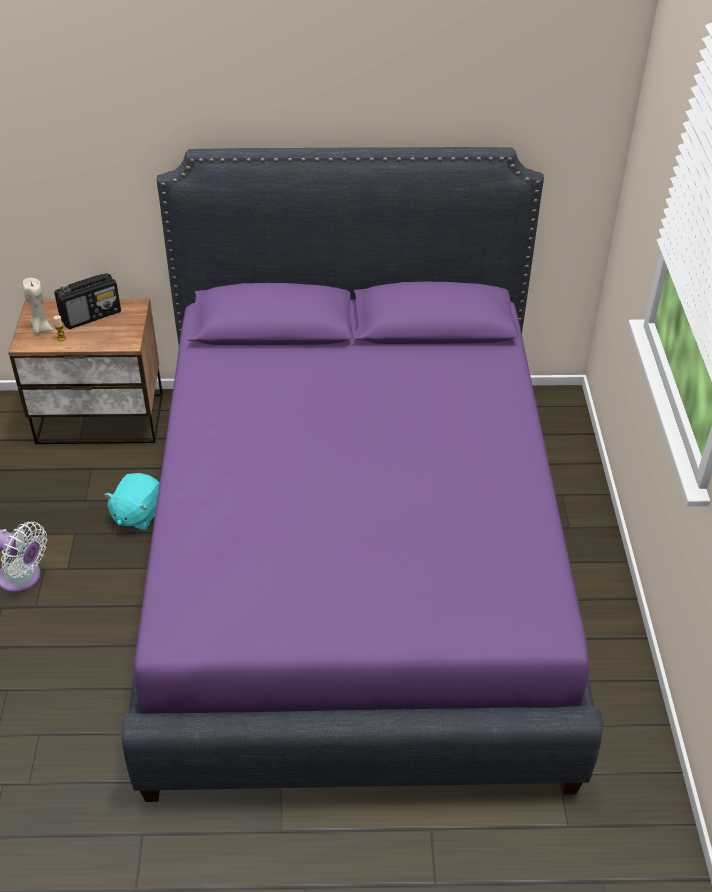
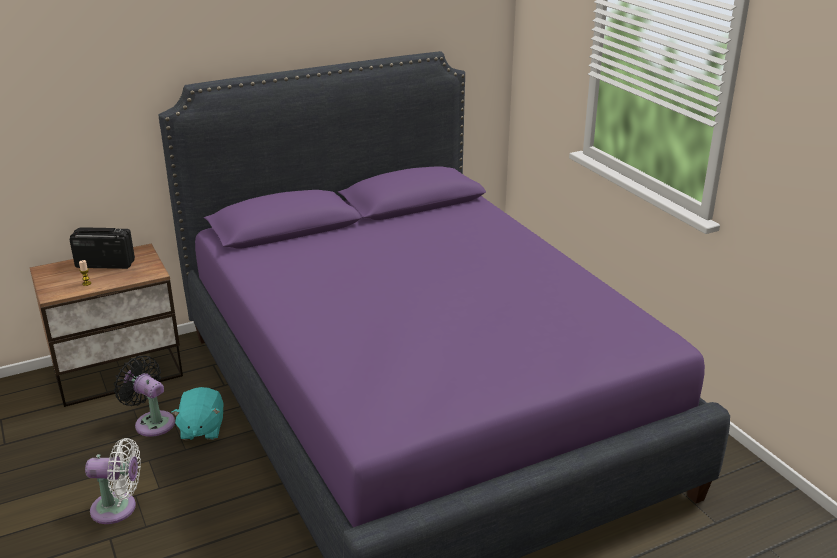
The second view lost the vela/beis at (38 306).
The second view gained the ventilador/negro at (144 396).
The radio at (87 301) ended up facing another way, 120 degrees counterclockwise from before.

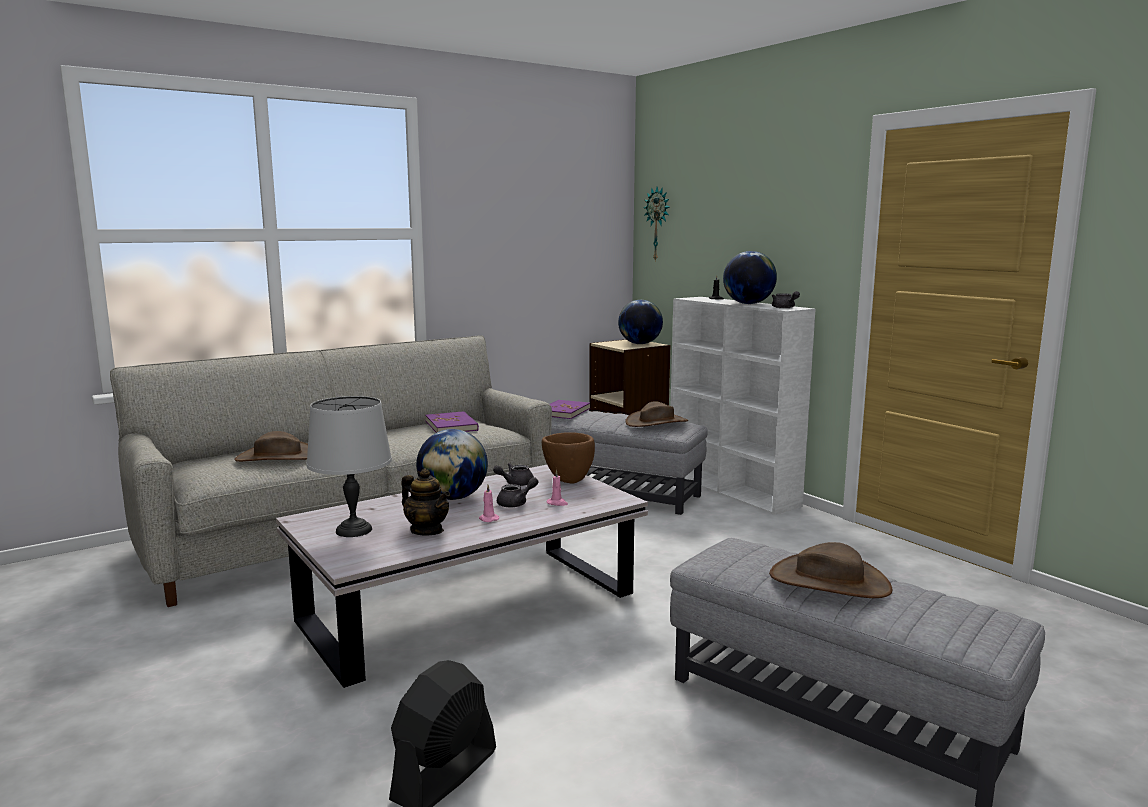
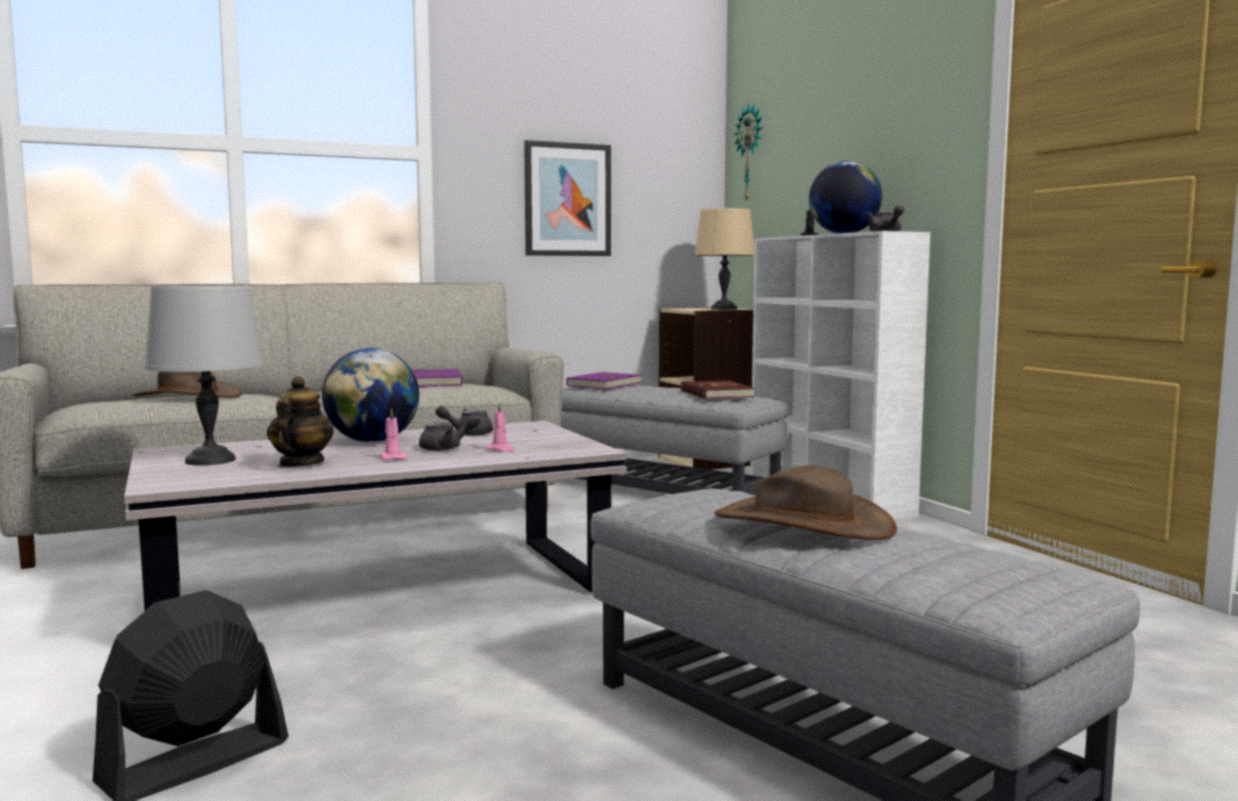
The second view lost the cuenco/marrón at (568 458).
The second view gained the cuadro at (567 198).
Where the globo terráqueo stood at (640 322), the lámpara de mesa/beis came to stand at (724 258).
Where the sombrero/marrón stood at (656 414), the libro/rojo came to stand at (717 389).
The tetera at (425 502) ended up facing another way, 135 degrees counterclockwise from before.

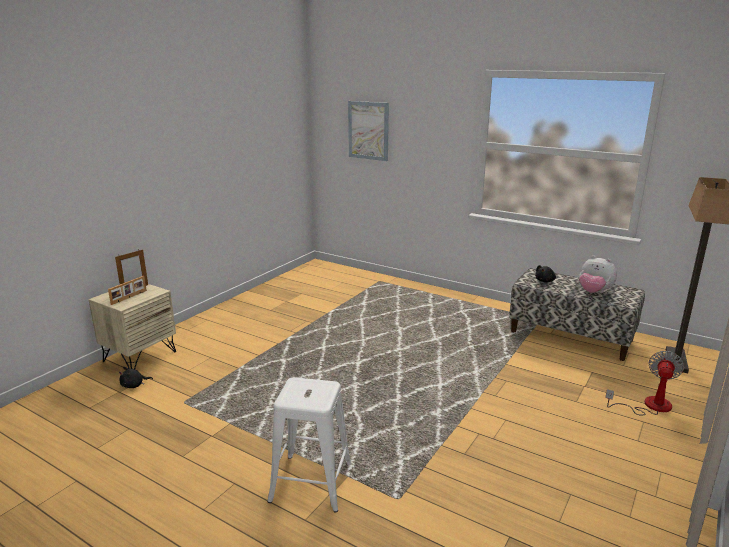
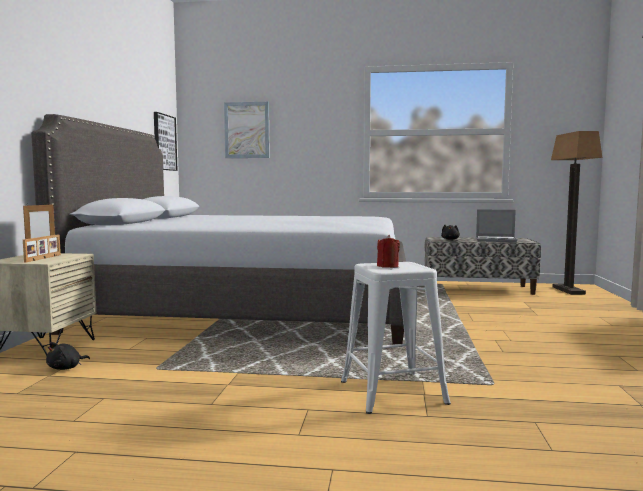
The second view lost the ventilador at (644 383).
The second view gained the cama/gris at (218 229).
The second view gained the cuadro at (166 141).
The second view gained the vela/rojo at (388 251).
Where the peluche stood at (598 274), the portátil came to stand at (496 225).

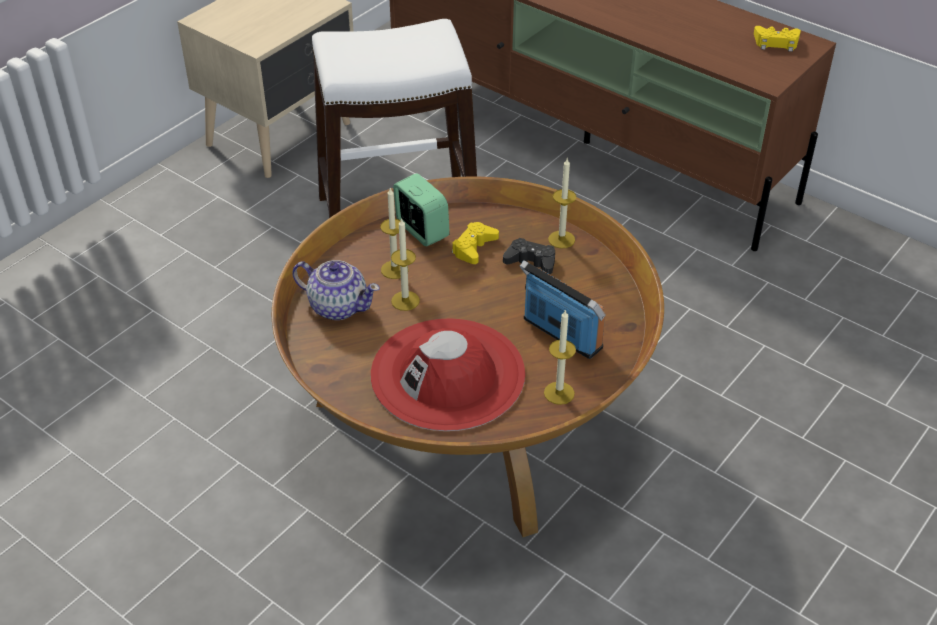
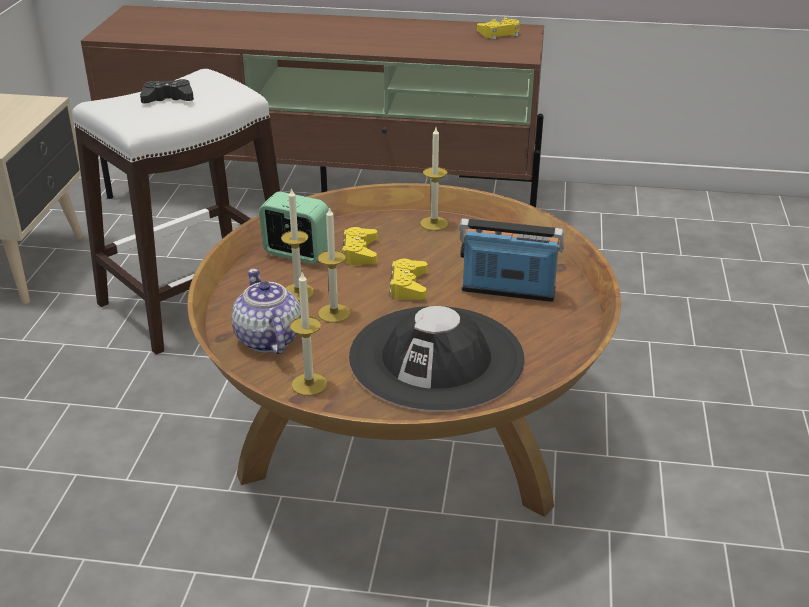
The second view gained the mando de consola/amarillo at (408 279).
The mando de consola/negro ended up elsewhere, having gone from (529 256) to (167 91).
The vela ended up elsewhere, having gone from (560 357) to (308 334).
What was the sombrero/rojo at (448 374) turned into the sombrero/negro at (437 359).
The tetera at (336 290) ended up facing another way, 105 degrees counterclockwise from before.

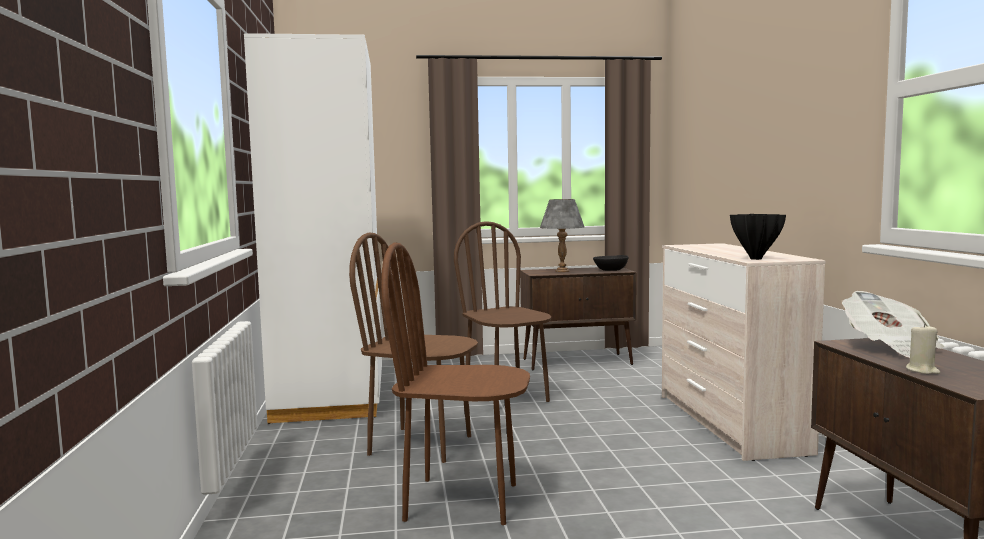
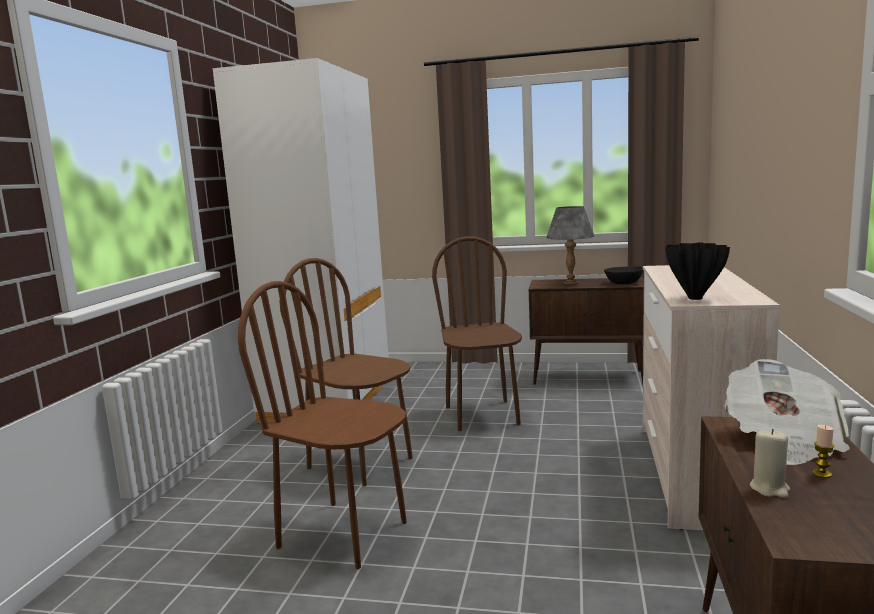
The second view gained the vela at (823 451).

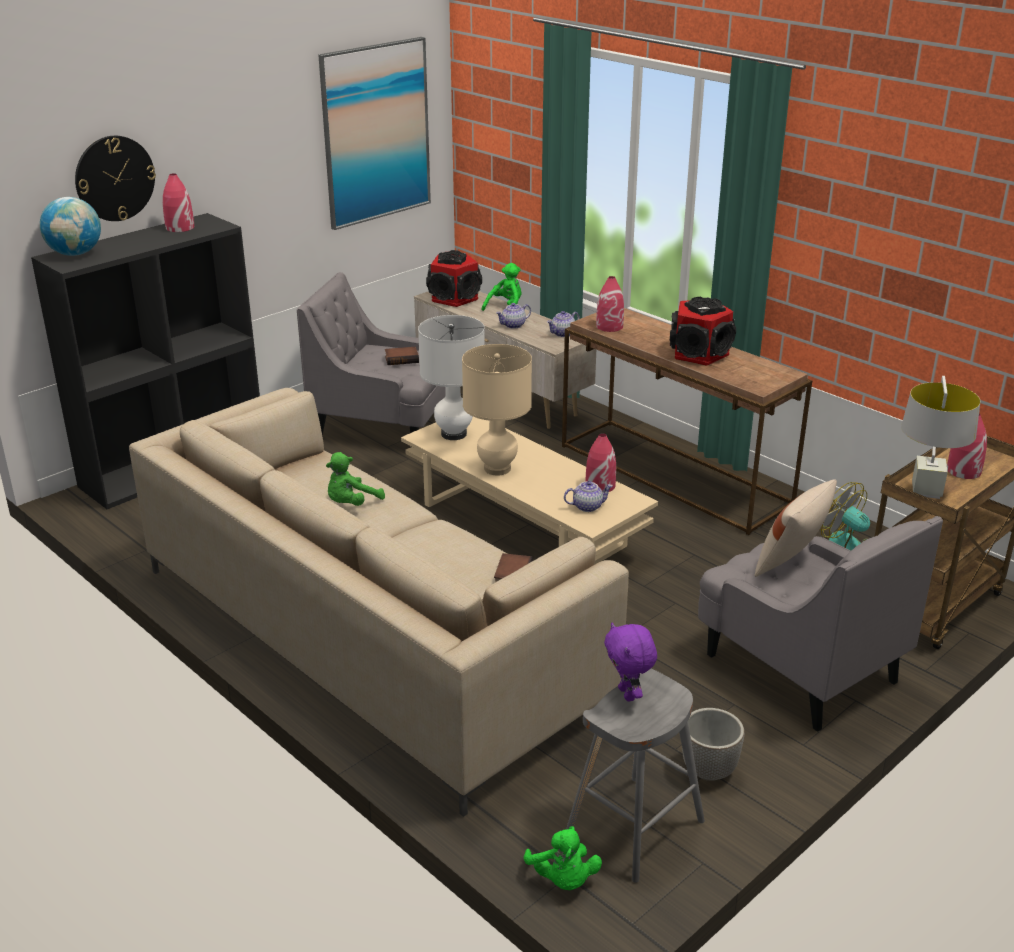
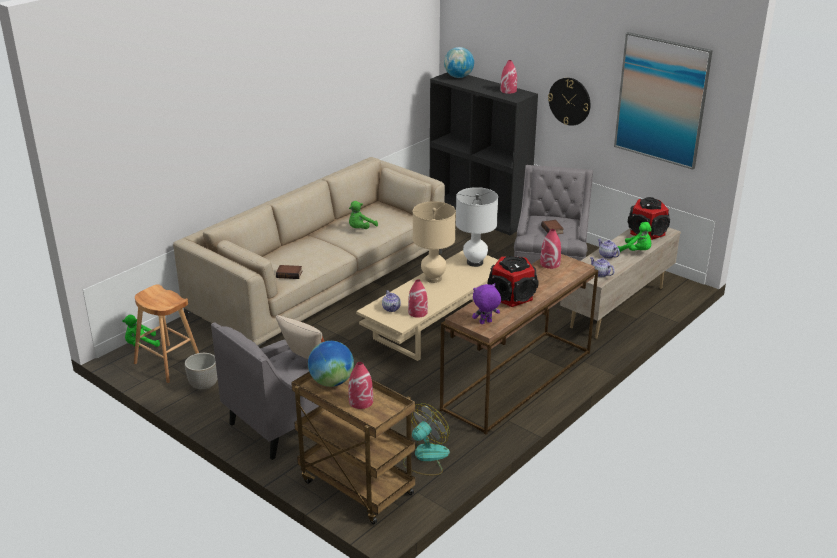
The reloj de pared ended up elsewhere, having gone from (115 178) to (569 102).
The peluche/morado ended up elsewhere, having gone from (630 662) to (486 303).
Where the lámpara de mesa/gris stood at (941 437), the globo terráqueo came to stand at (331 364).
What was the taburete/gris at (635 776) turned into the taburete/marrón at (166 333).
The peluche/verde at (355 479) ended up facing another way, 90 degrees counterclockwise from before.

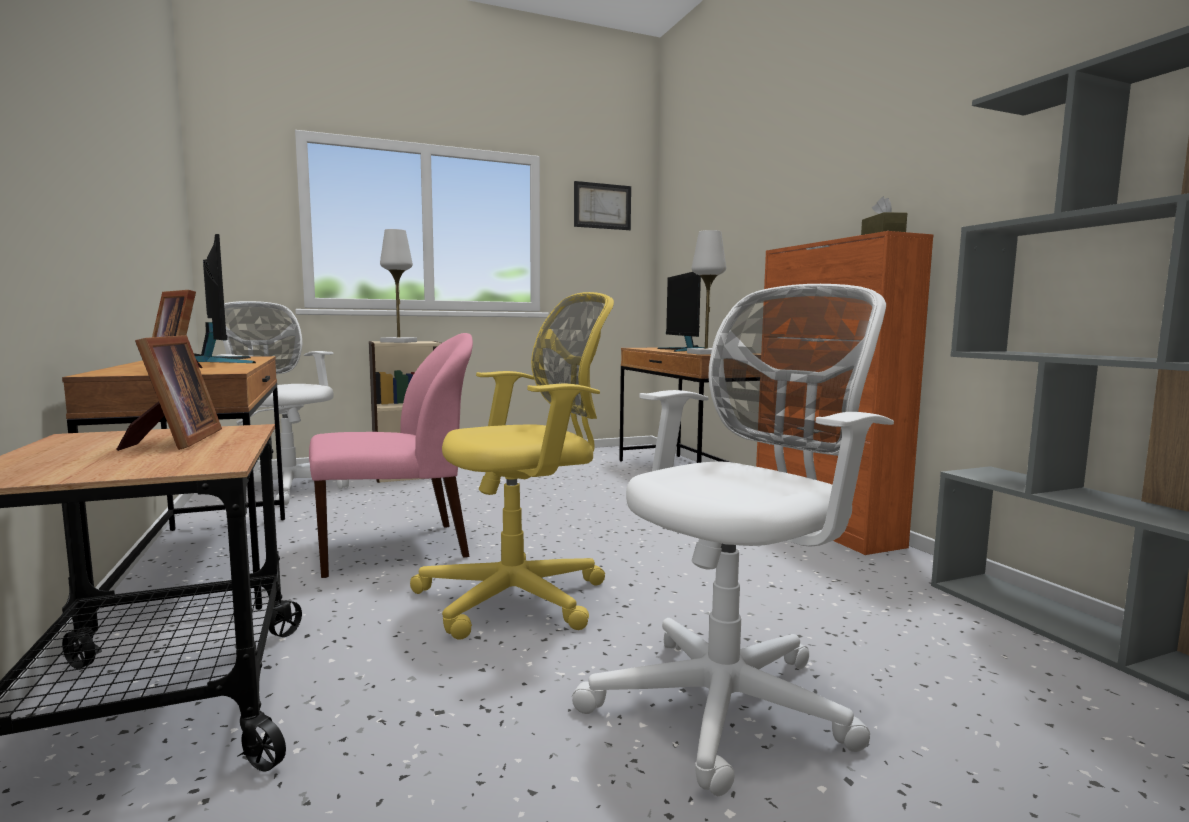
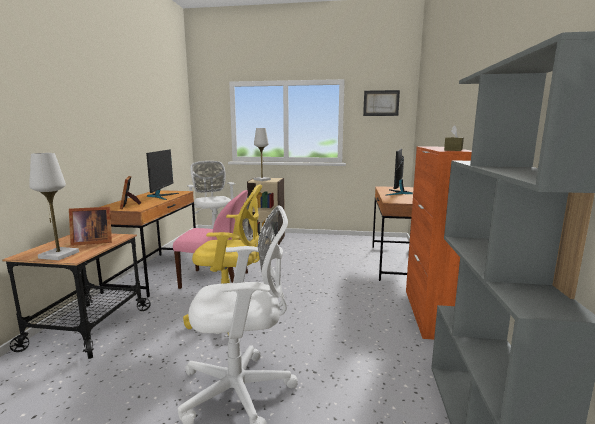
The lámpara de mesa/blanco ended up elsewhere, having gone from (706 292) to (54 206).
The portarretratos at (169 393) ended up facing another way, 60 degrees clockwise from before.

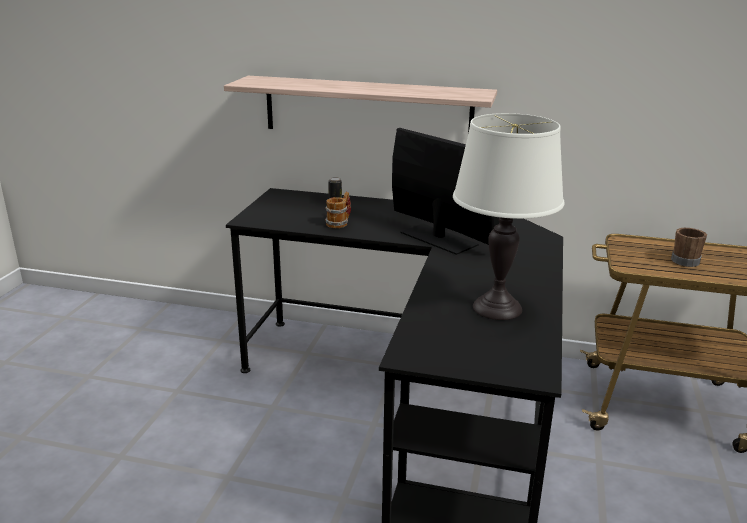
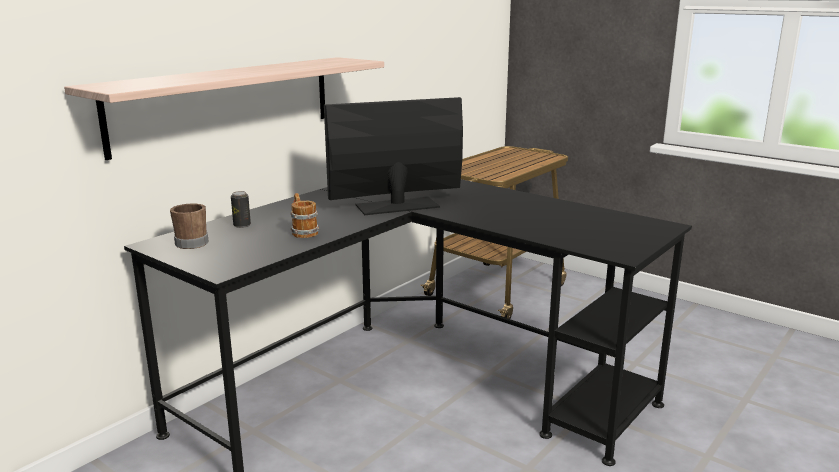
The second view lost the lámpara de mesa/blanco at (508 216).
The taza grande/marrón ended up elsewhere, having gone from (689 247) to (189 226).

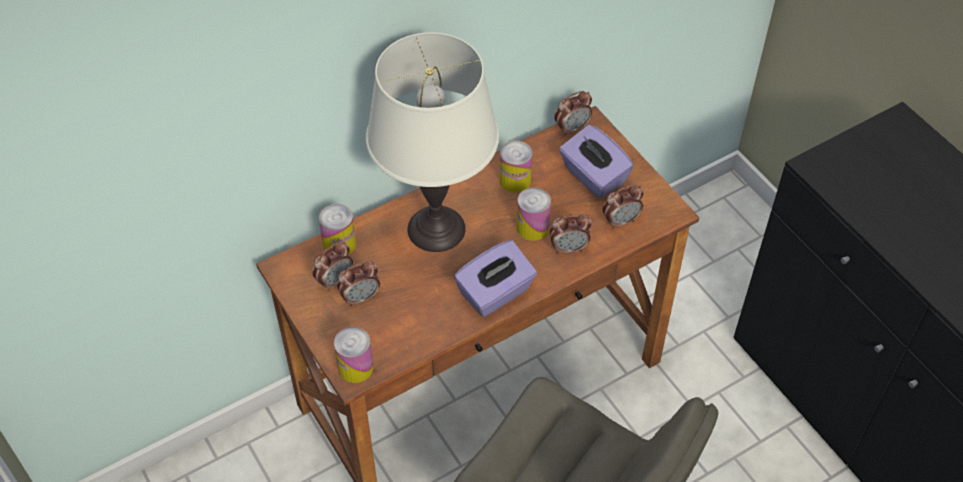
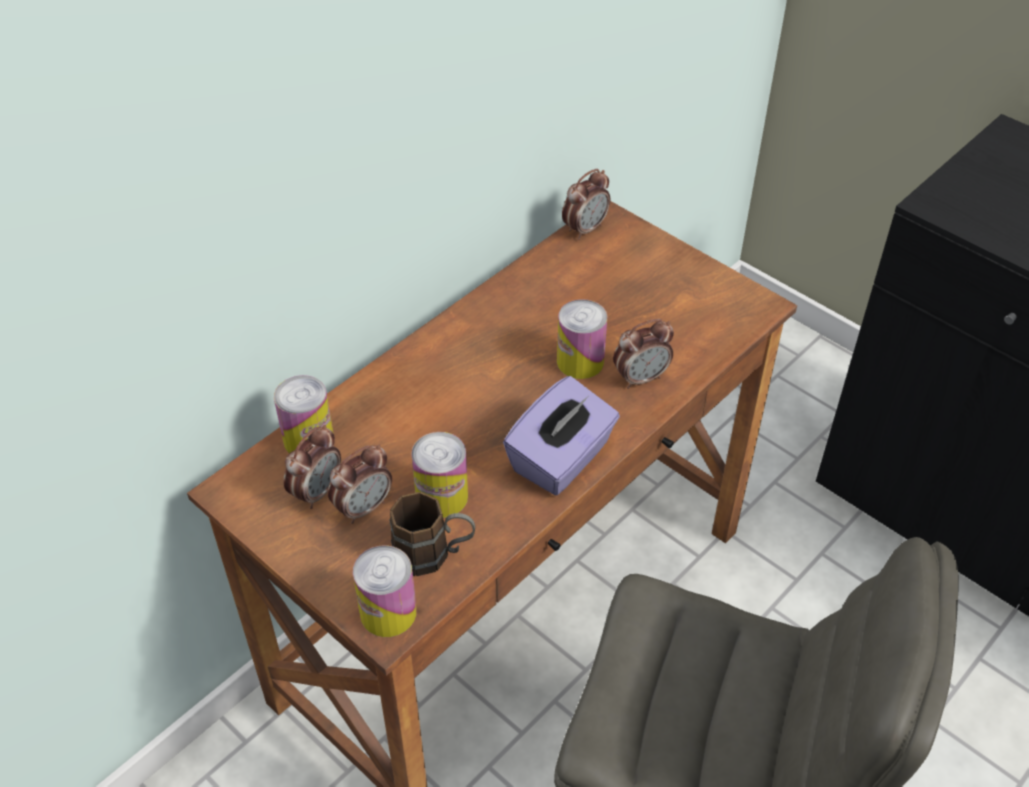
The second view lost the lámpara de mesa/blanco at (432 142).
The second view lost the caja de pañuelos/morado at (596 161).
The second view lost the despertador at (623 207).
The second view gained the taza grande/marrón at (432 534).
The lata ended up elsewhere, having gone from (515 167) to (439 475).

